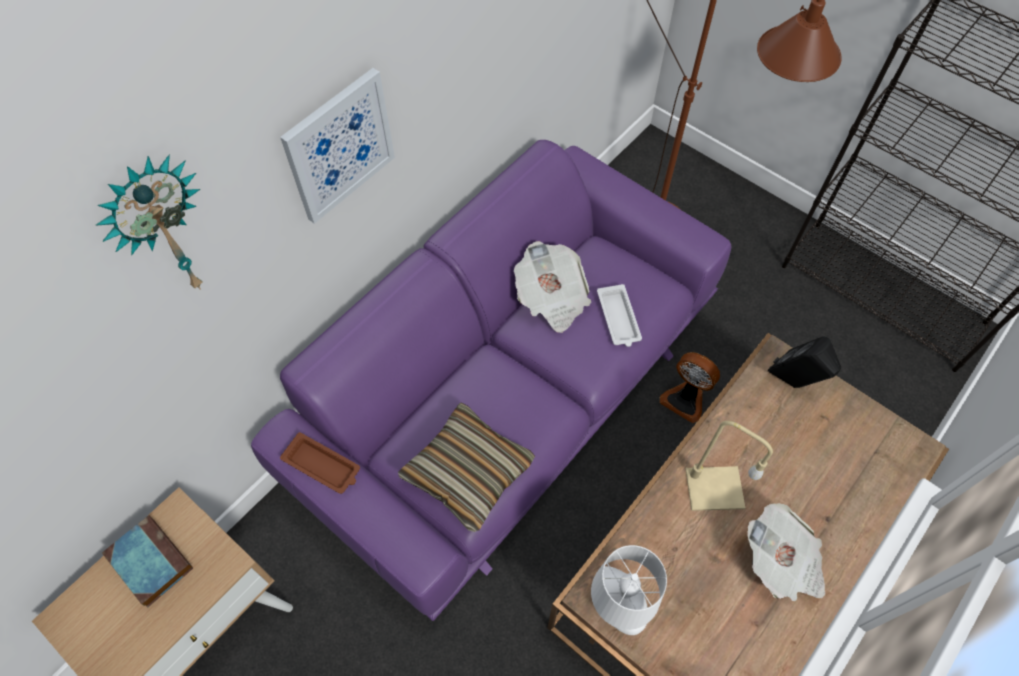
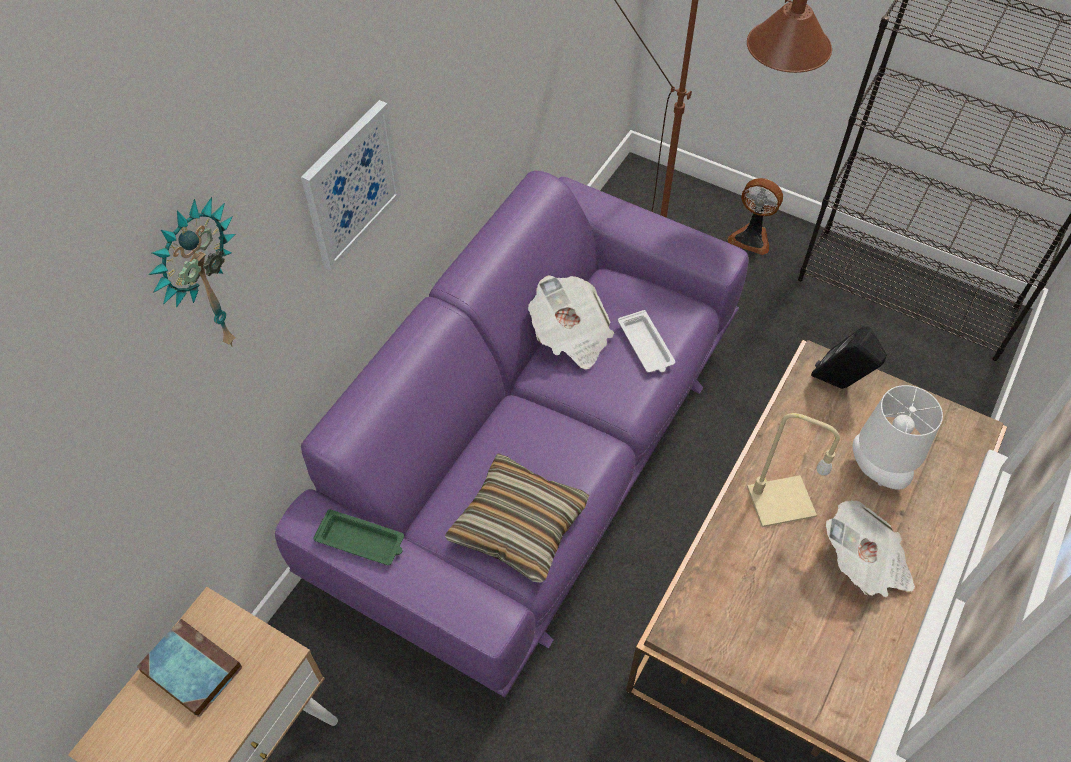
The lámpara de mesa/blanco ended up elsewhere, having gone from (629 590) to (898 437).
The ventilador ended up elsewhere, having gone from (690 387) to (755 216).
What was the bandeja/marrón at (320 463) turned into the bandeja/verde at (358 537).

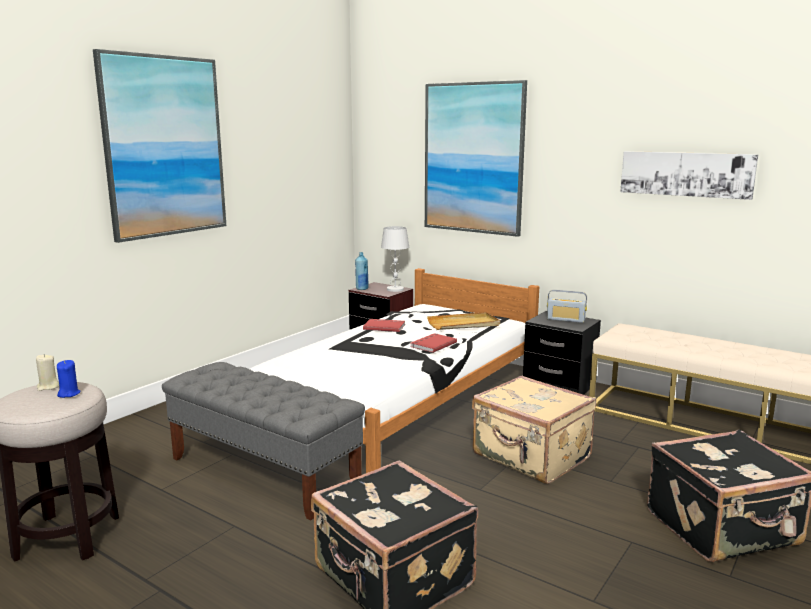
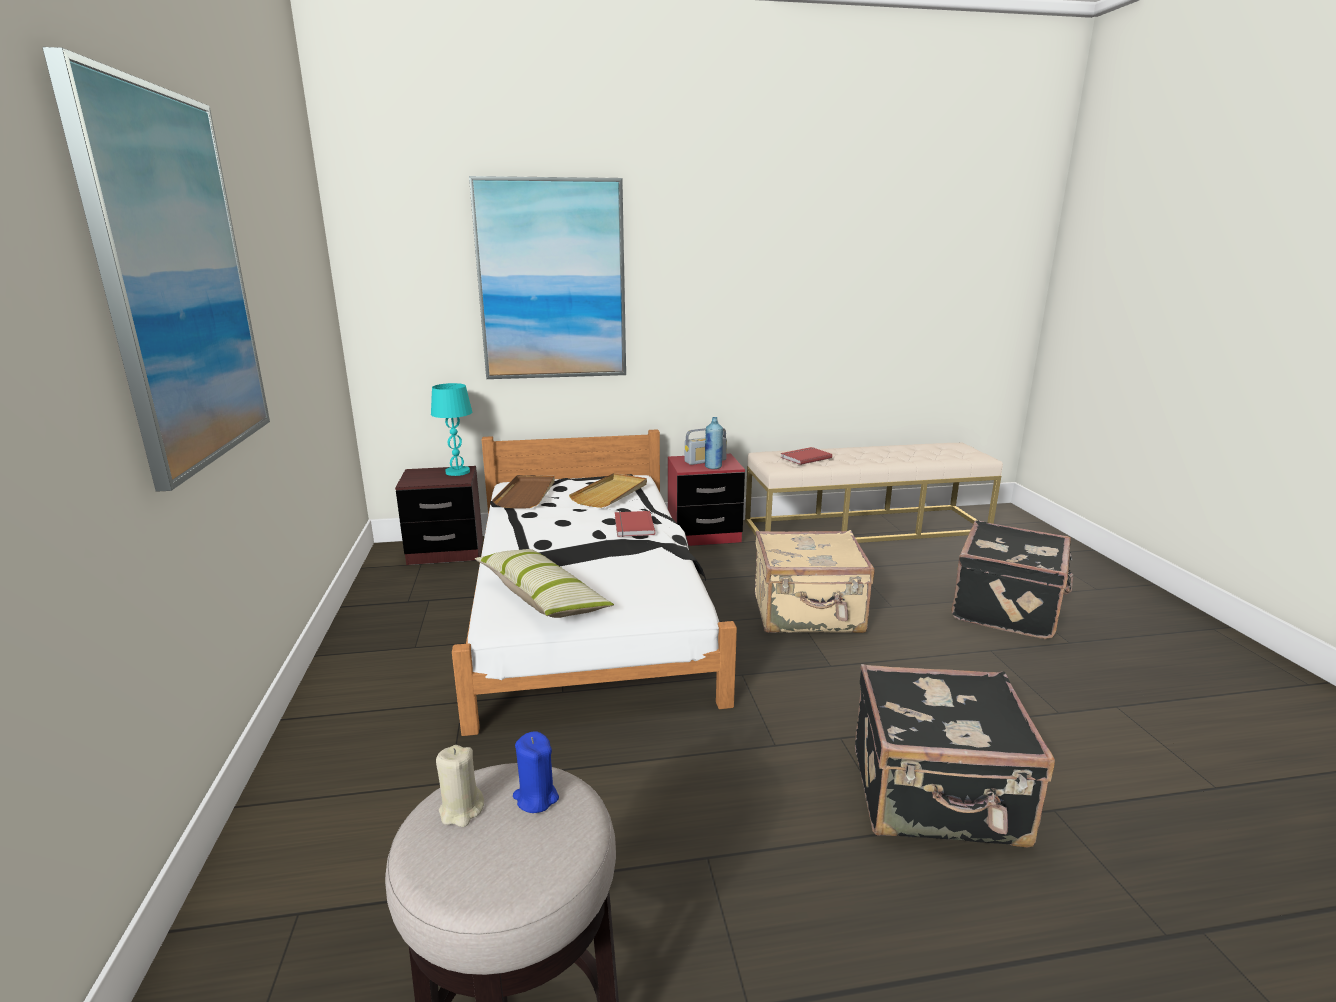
The second view lost the banco/gris at (263 441).
The second view lost the cuadro at (689 175).
The second view gained the cojín at (544 583).
The second view gained the bandeja/marrón at (523 492).
The botella/azul ended up elsewhere, having gone from (362 271) to (714 443).
The libro/rojo ended up elsewhere, having gone from (384 325) to (806 456).
What was the lámpara de mesa/blanco at (395 259) turned into the lámpara de mesa/turquesa at (451 429).
What was the mesita de noche/negro at (562 353) turned into the mesita de noche/rojo at (706 500).

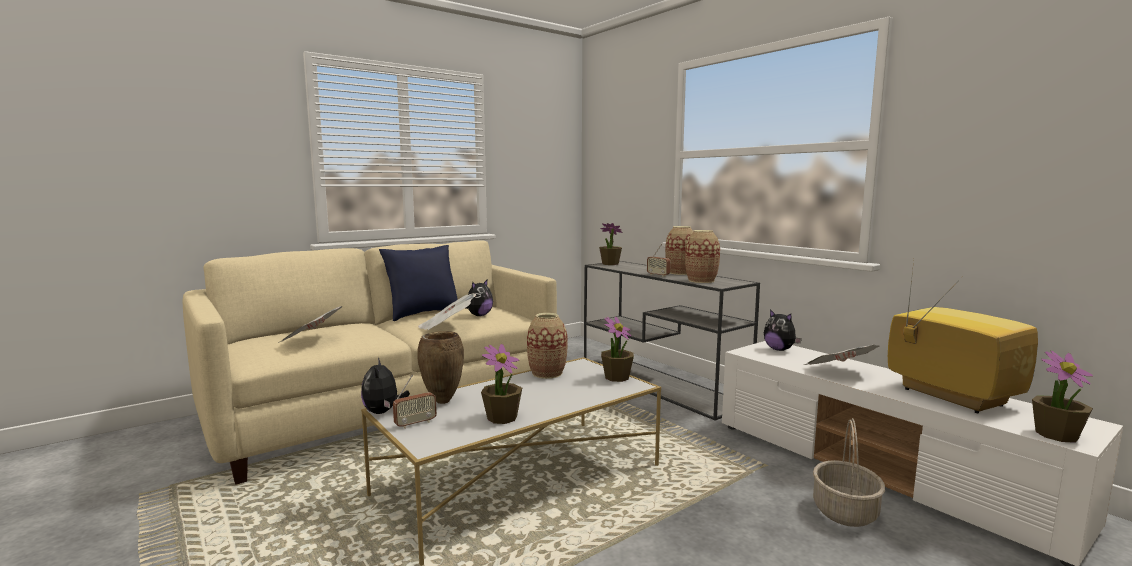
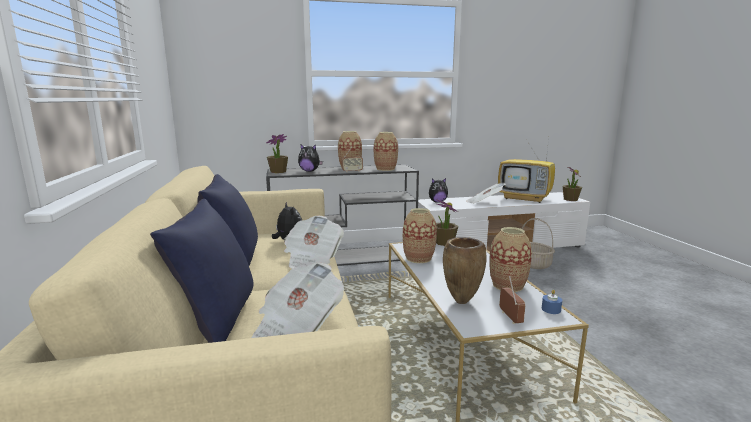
The second view gained the cojín/azul at (201 271).
The second view gained the vela/azul at (552 302).
The peluche ended up elsewhere, having gone from (385 386) to (310 158).
Where the planta en maceta stood at (501 384), the florero came to stand at (510 259).
The televisor at (963 337) ended up facing another way, 150 degrees counterclockwise from before.

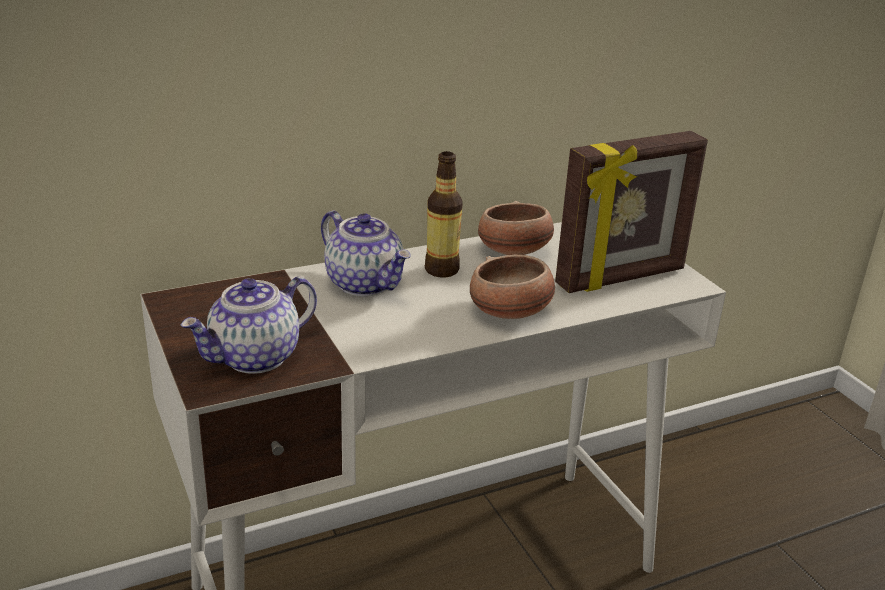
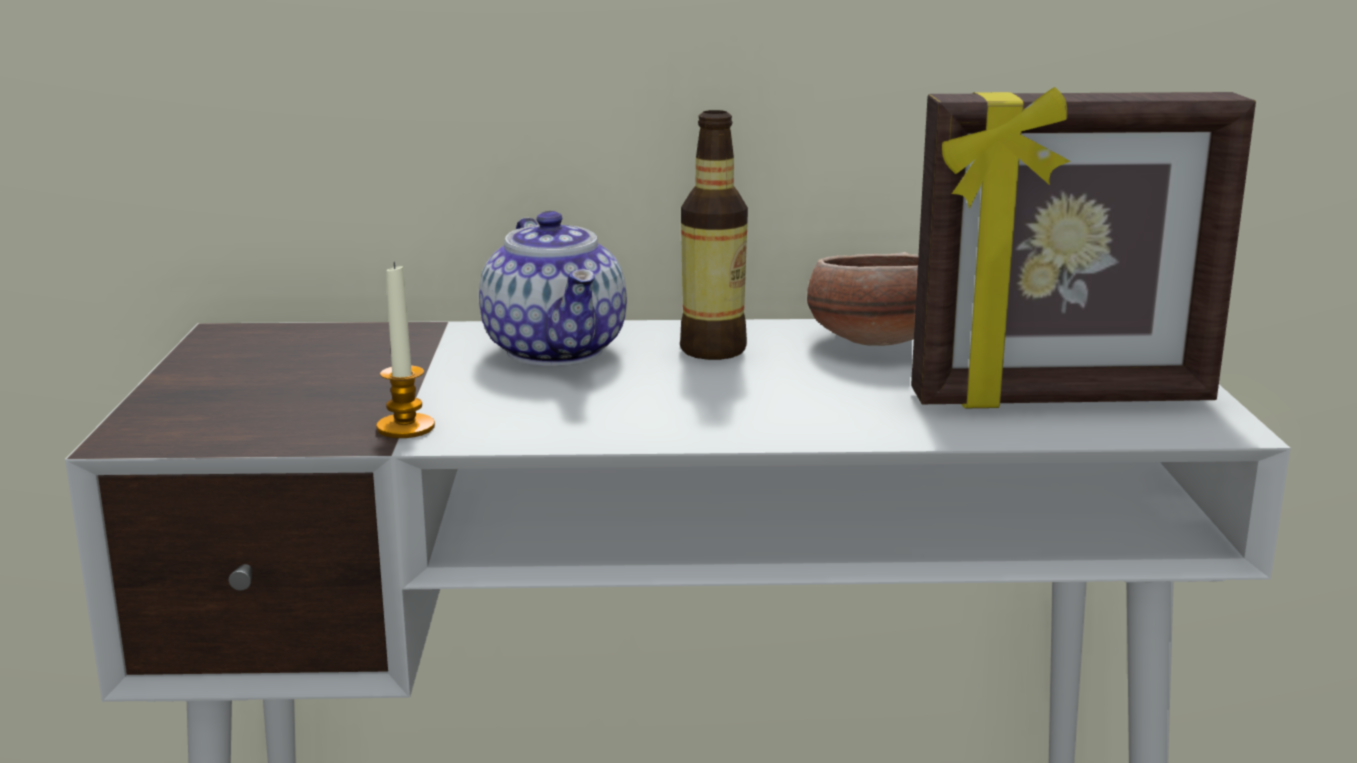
The second view lost the tetera at (248 325).
The second view lost the cuenco at (512 287).
The second view gained the vela at (405 350).

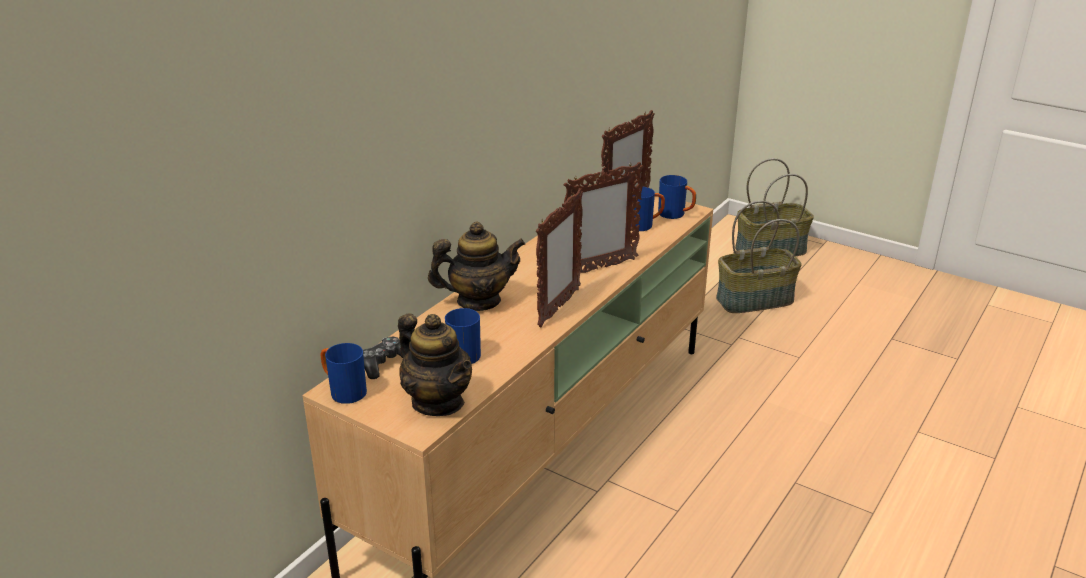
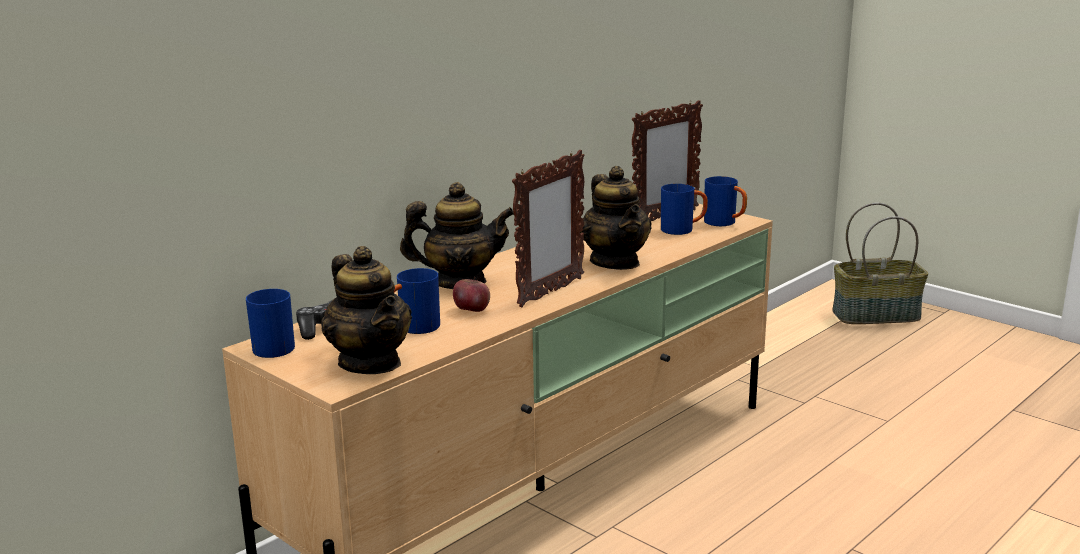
The second view lost the cesta at (759 257).
The second view gained the manzana at (471 294).
Where the portarretratos stood at (604 217), the tetera came to stand at (616 218).

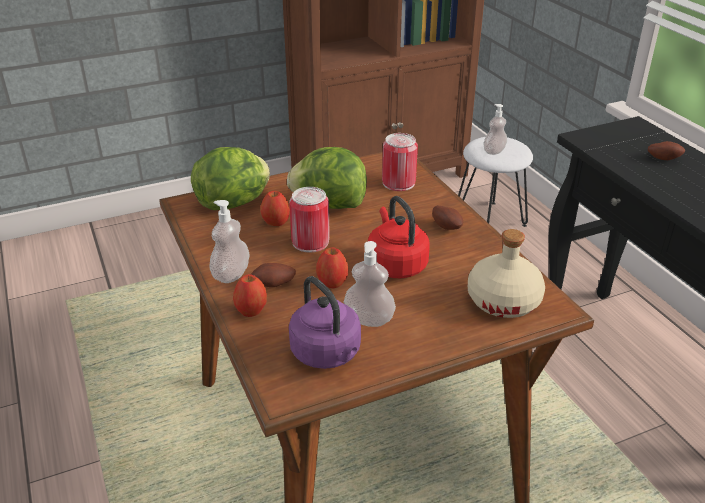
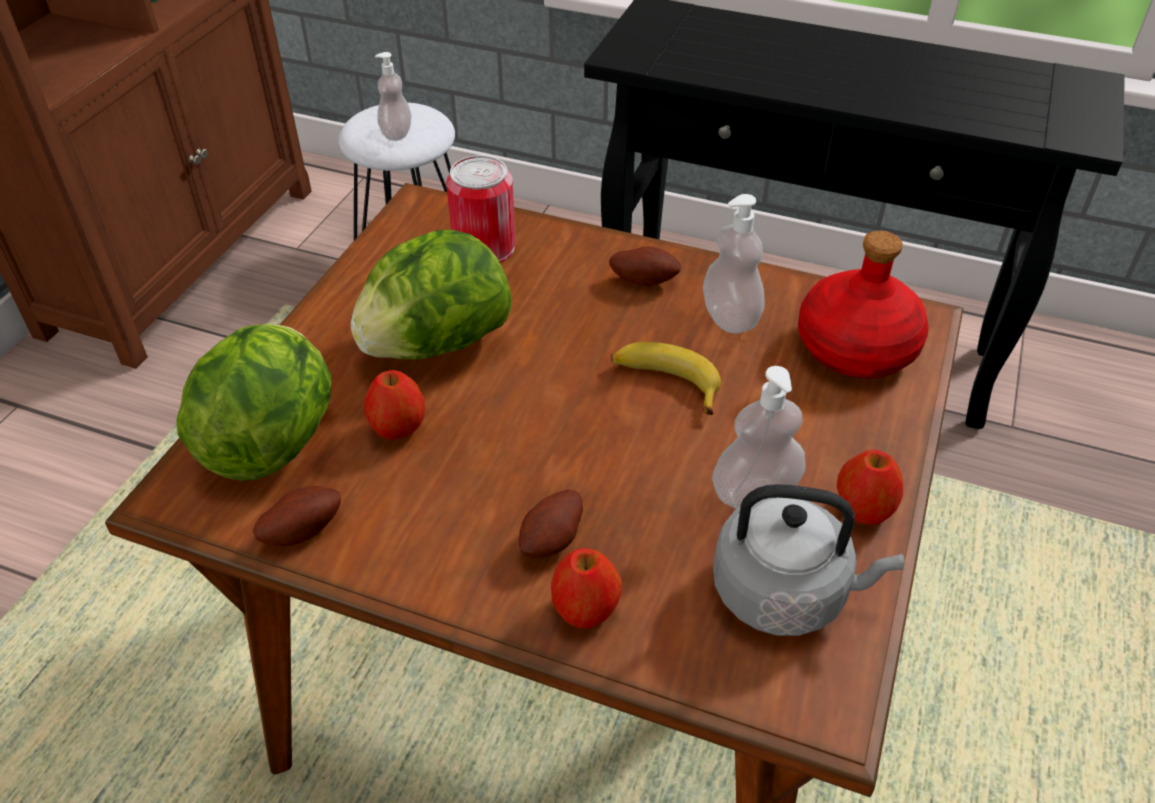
The second view lost the lata at (309 219).
The dispensador de jabón ended up elsewhere, having gone from (229 241) to (734 263).
The manzana ended up elsewhere, having gone from (332 267) to (870 487).
The patata ended up elsewhere, having gone from (666 150) to (297 516).
Where the hervidor/rojo stood at (399 237), the plátano came to stand at (666 378).
What was the hervidor/morado at (325 322) turned into the hervidor/gris at (809 560).
What was the botella/beis at (506 273) turned into the botella/rojo at (863 304).

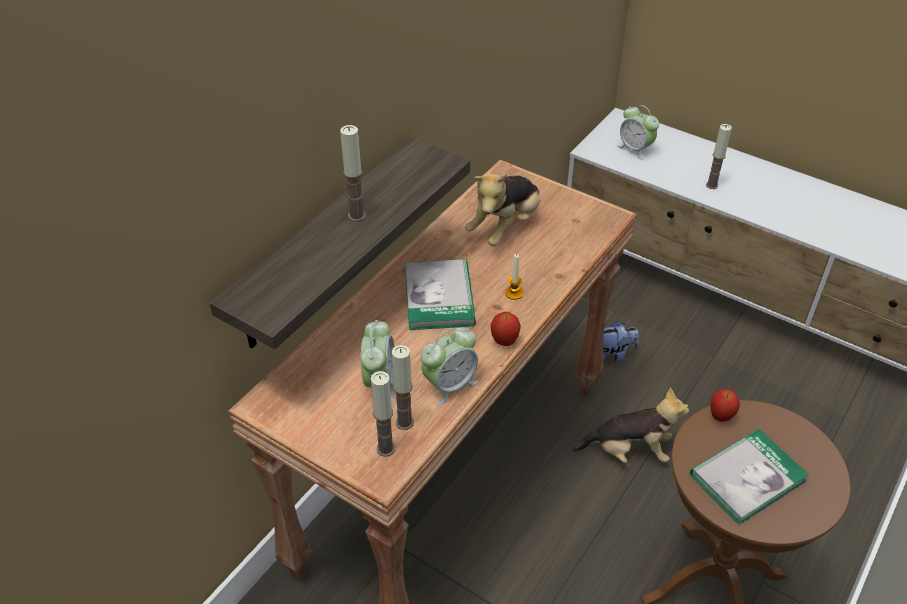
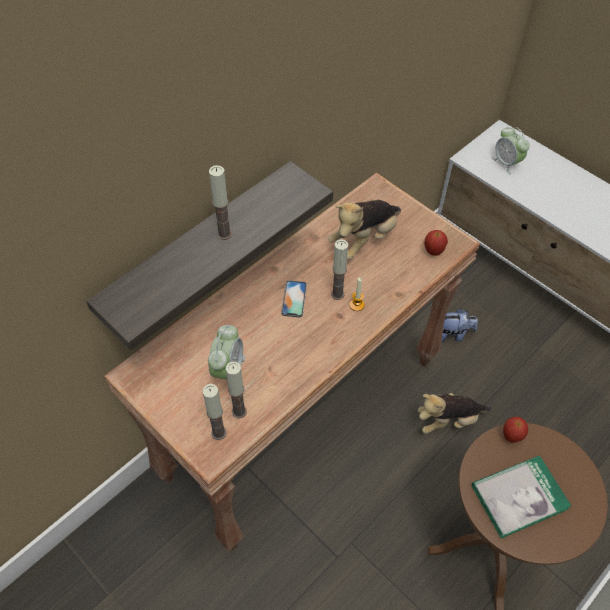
The second view lost the despertador at (449 366).
The manzana ended up elsewhere, having gone from (506 329) to (436 243).
The vela ended up elsewhere, having gone from (719 156) to (339 270).
Where the libro stood at (440 294), the móvil came to stand at (294 298).
The peluche at (630 425) ended up facing another way, 150 degrees clockwise from before.

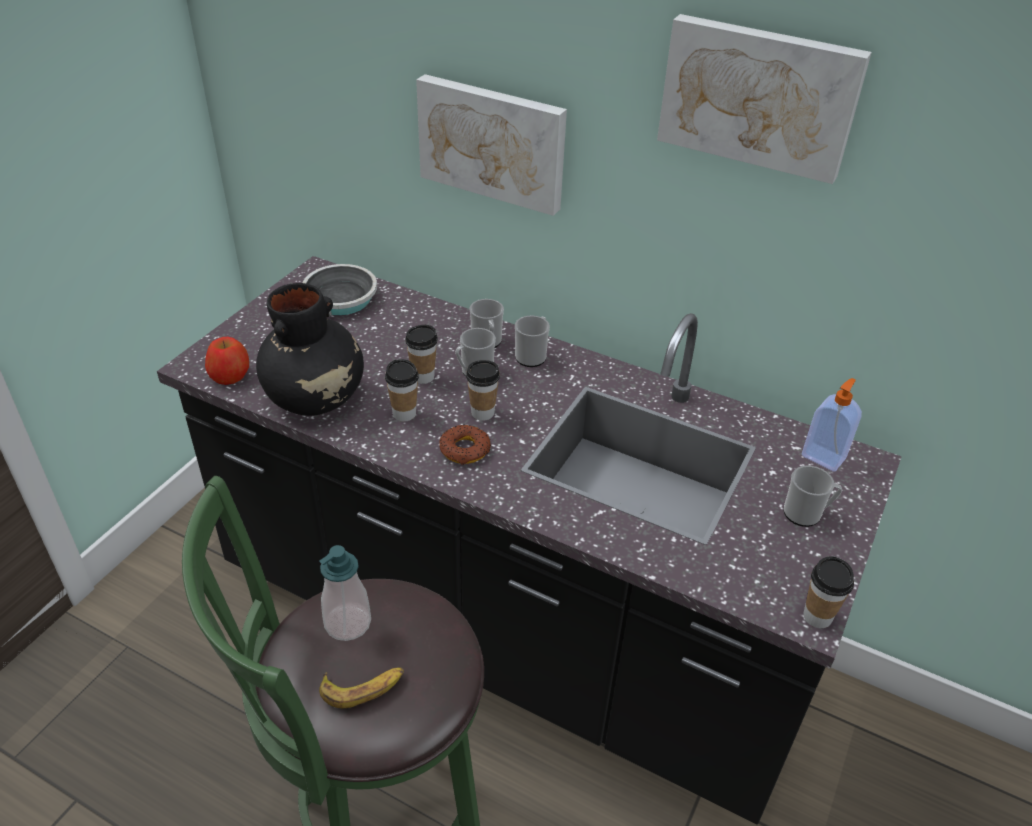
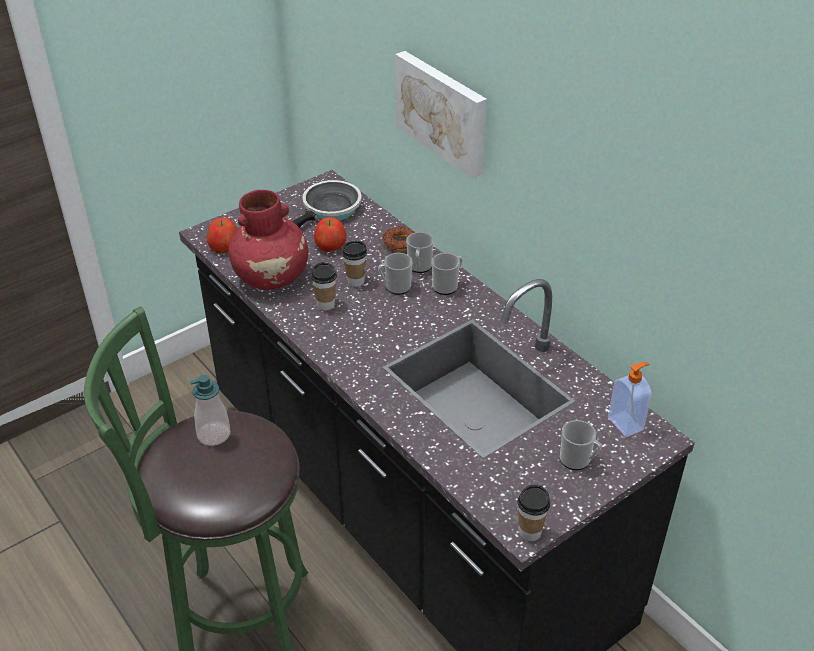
The second view lost the plátano at (361 687).
The second view lost the taza at (483 390).
The second view lost the cuadro at (764 99).
The second view gained the manzana at (330 234).
The rosquilla ended up elsewhere, having gone from (465 445) to (398 238).
What was the florero/negro at (310 349) turned into the florero/rojo at (268 240).

